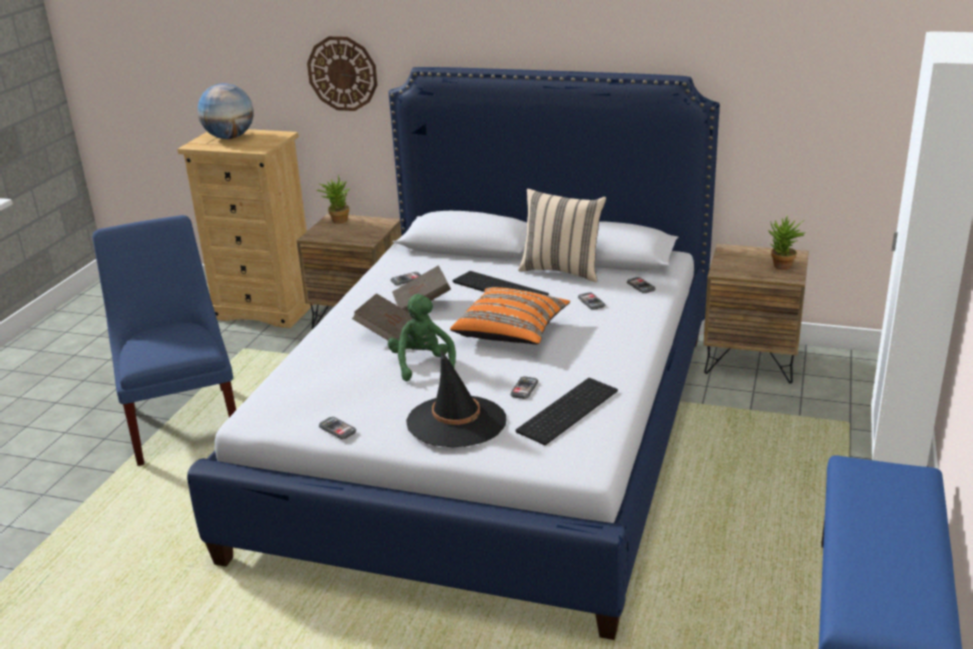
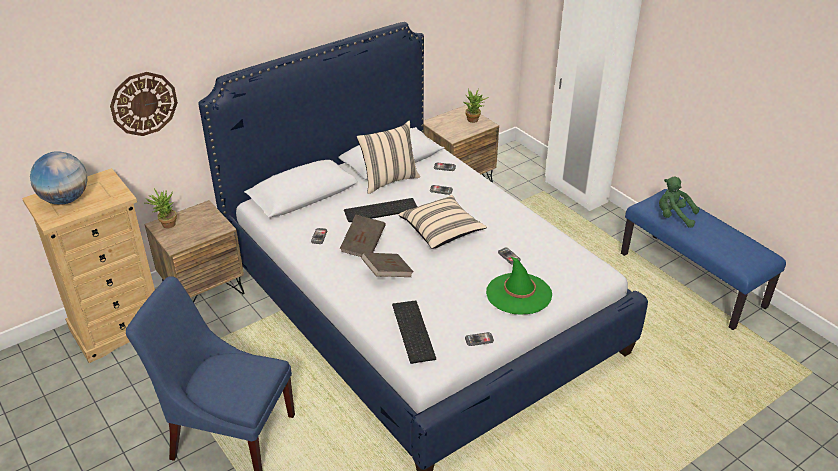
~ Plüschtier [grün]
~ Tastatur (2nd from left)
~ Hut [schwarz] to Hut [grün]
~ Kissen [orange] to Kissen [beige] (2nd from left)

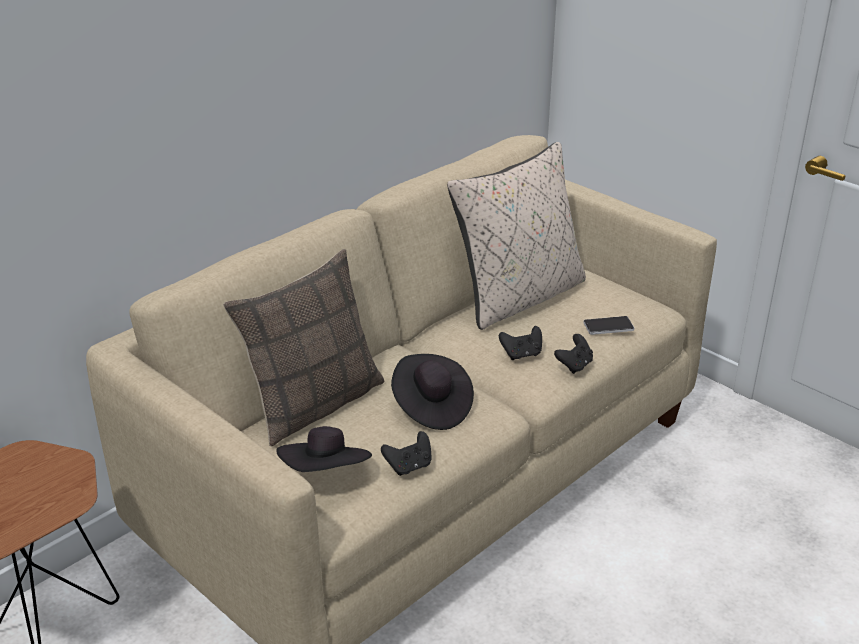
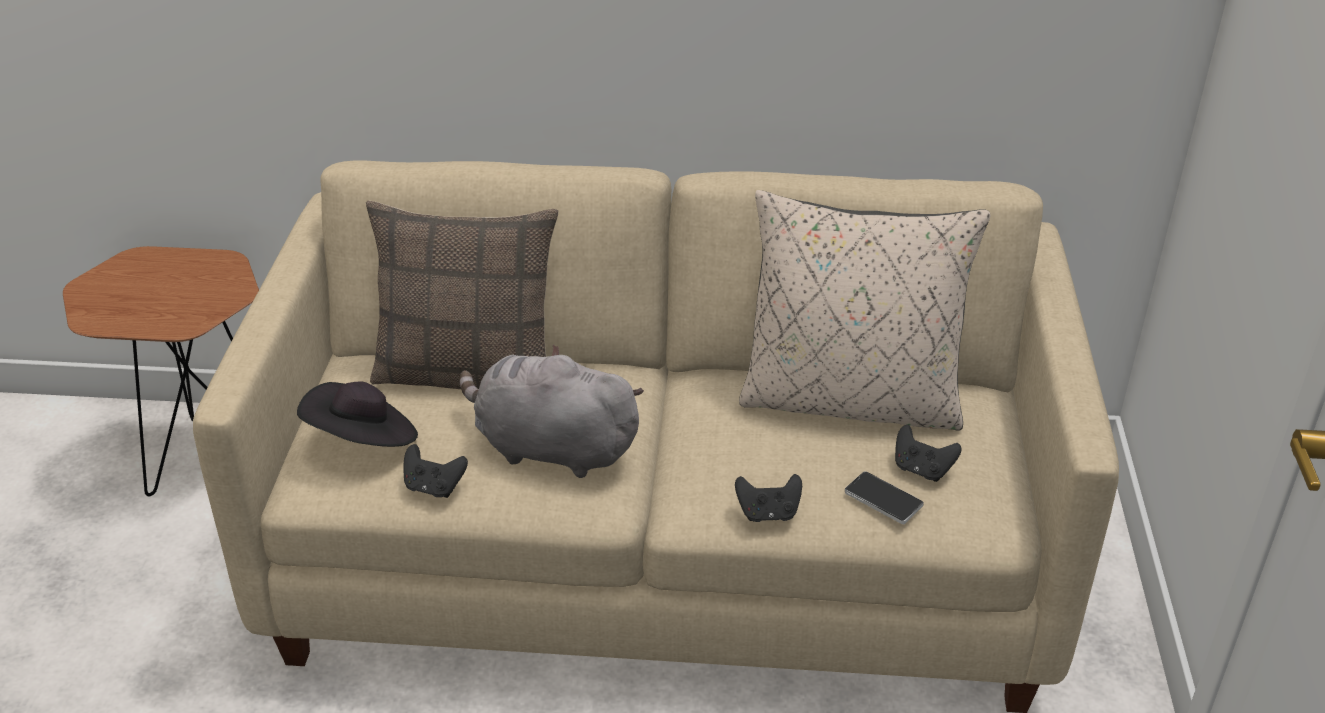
~ Gamepad [schwarz] (2nd from left in the first image) to Gamepad [schwarz] (3rd from left)
~ Hut [schwarz] (2nd from left) to Plüschtier [grau]

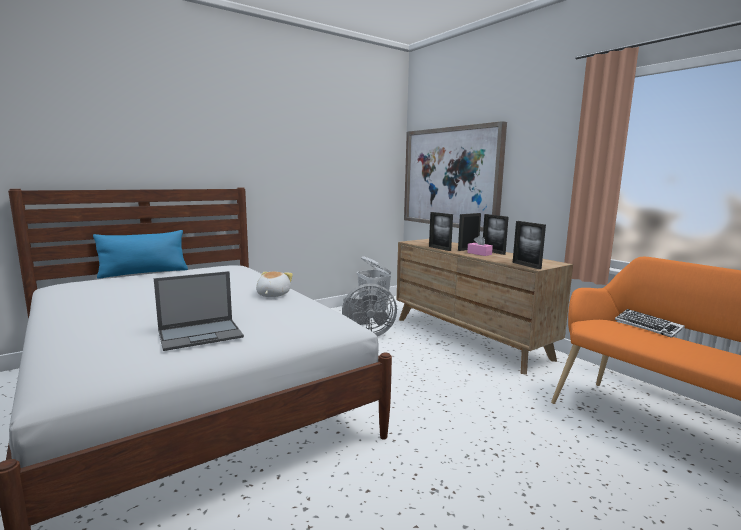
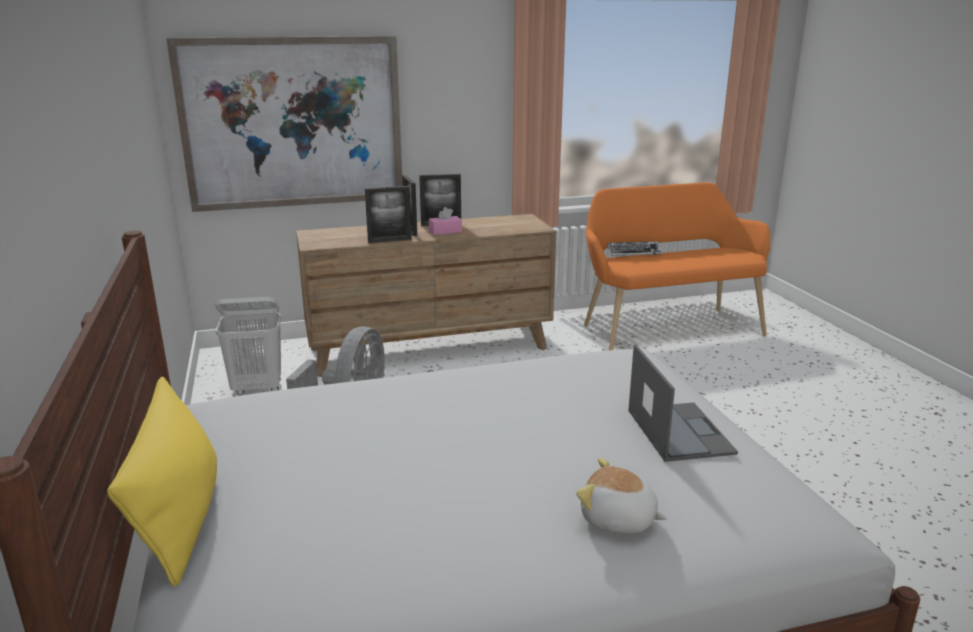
- Bilderrahmen (4th from left)
~ Plüschtier
~ Kissen [blau] to Kissen [gelb]

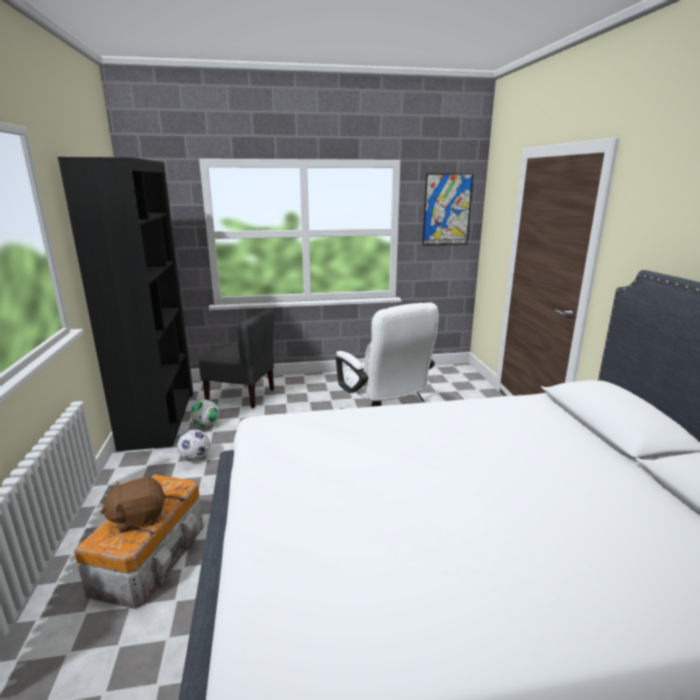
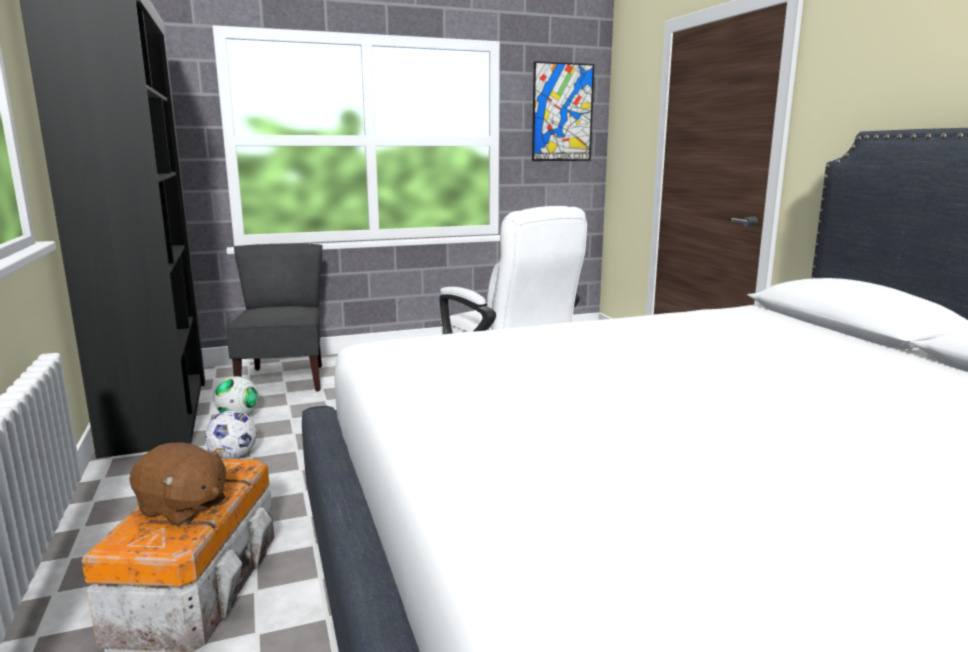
~ Plüschtier [braun] 120 degrees counterclockwise
~ Stuhl [grau] 105 degrees counterclockwise

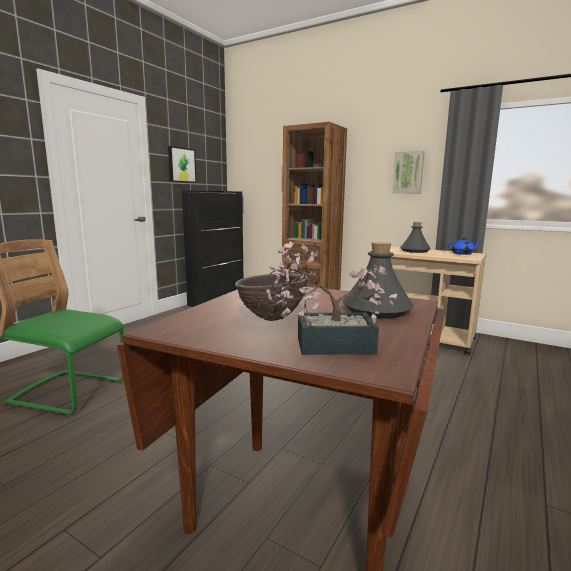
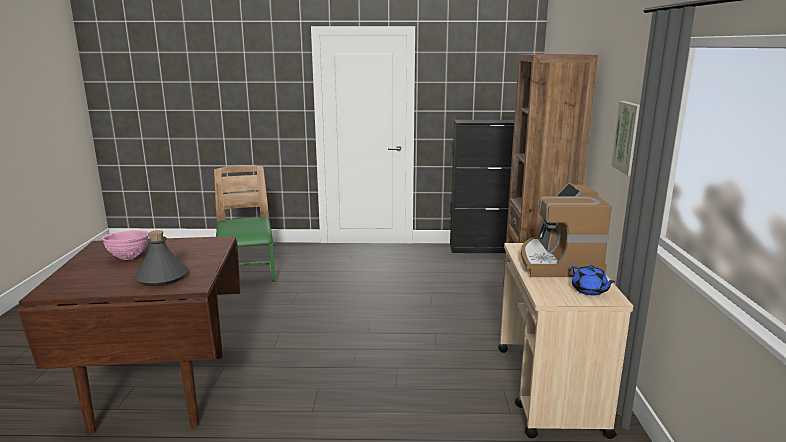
- Bild (1st from left)
- Topfpflanze
~ Flasche [grau] (2nd from left) to Kaffeemaschine
~ Schüssel [braun] to Schüssel [rosa]

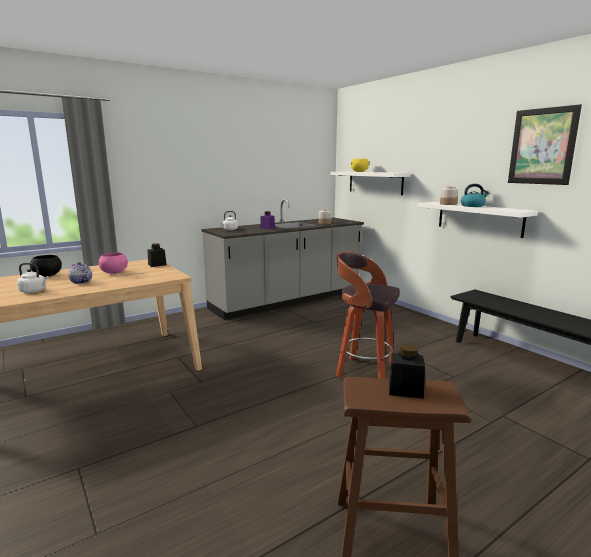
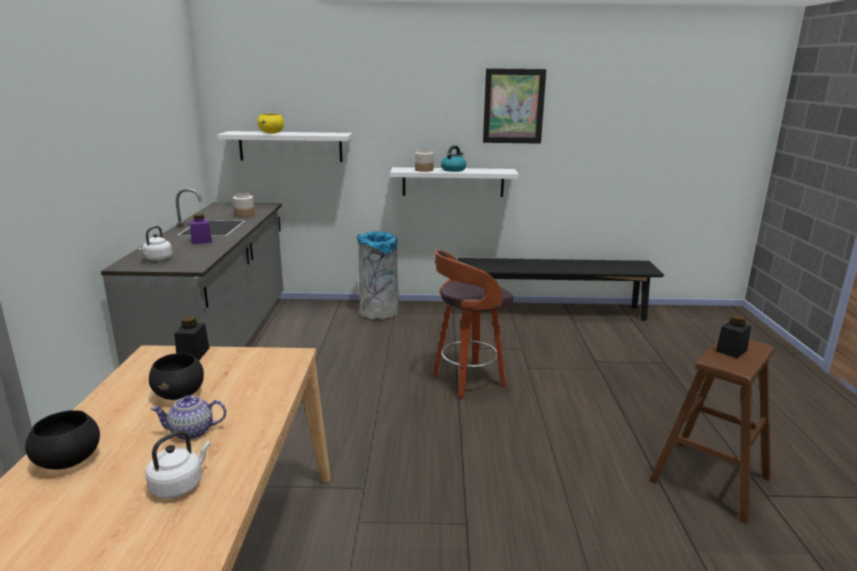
+ Mülleimer [grau]
~ Schüssel [rosa] to Schüssel [schwarz] (2nd from left)

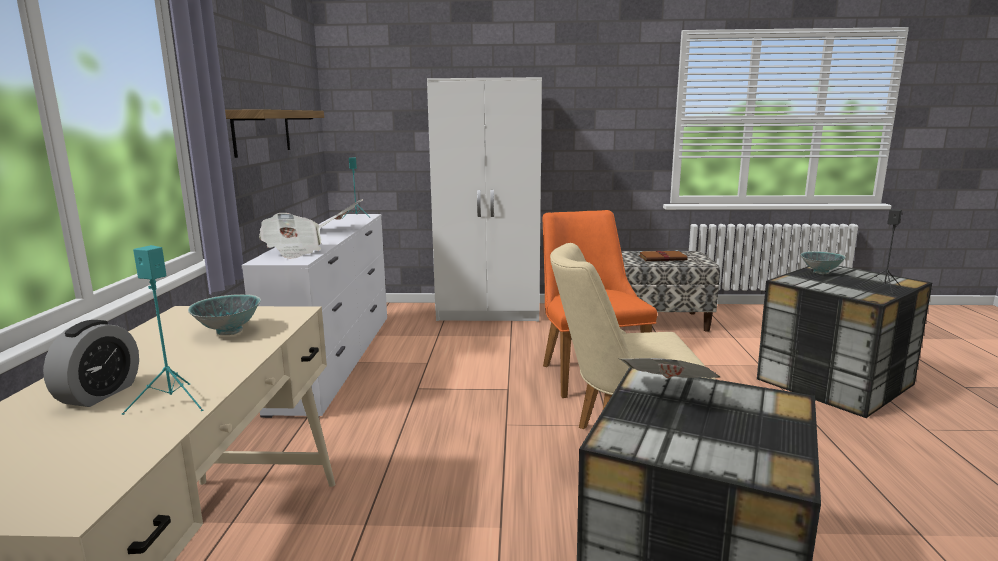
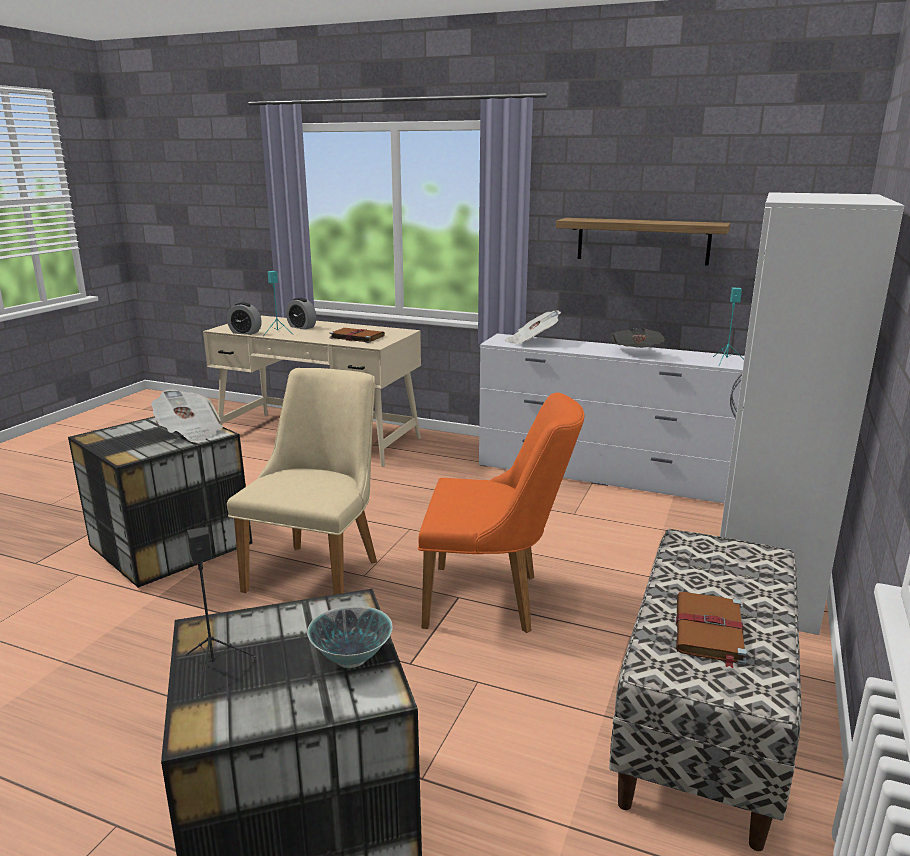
+ Wecker (1st from left)
~ Schüssel (1st from left) to Buch [braun] (1st from left)

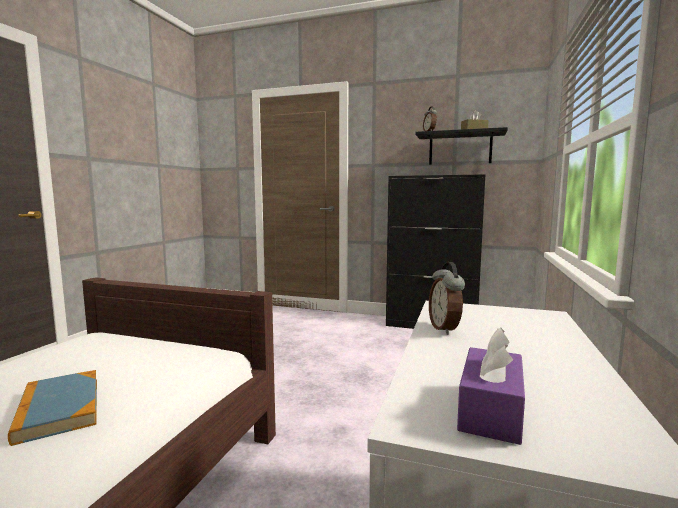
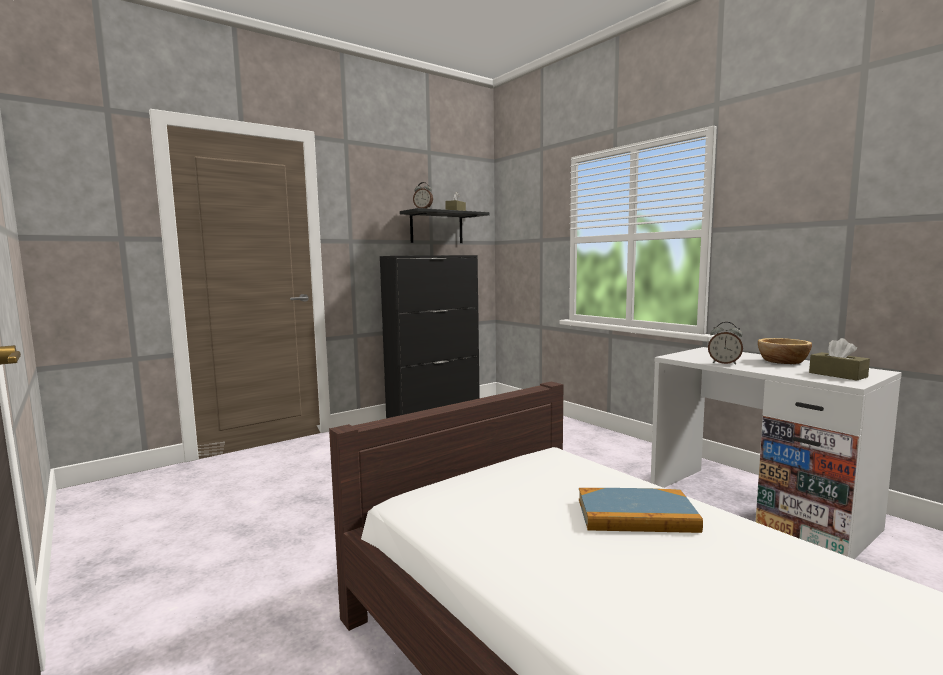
+ Schüssel
~ Taschentuchbox [lila] to Taschentuchbox [braun] (2nd from left)

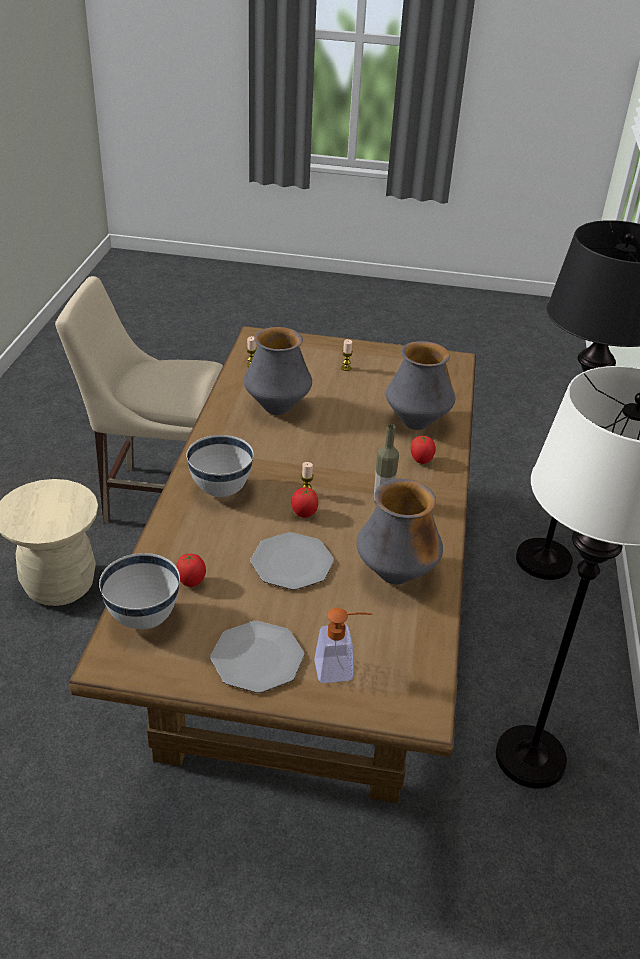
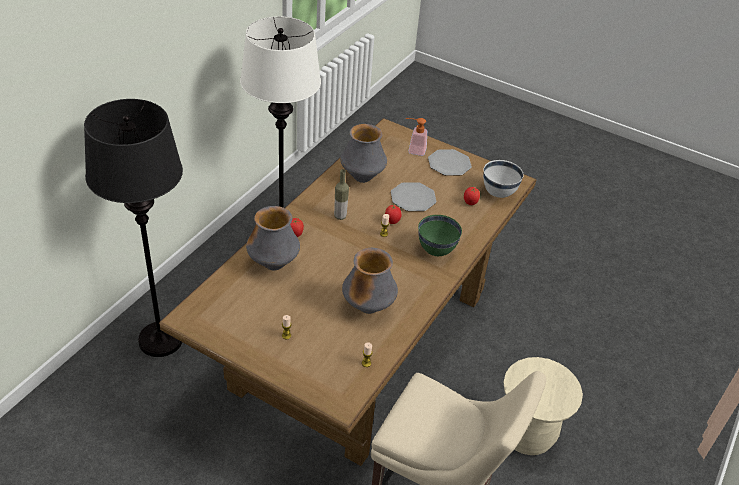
~ Schüssel [weiß] (2nd from left) to Schüssel [grün]

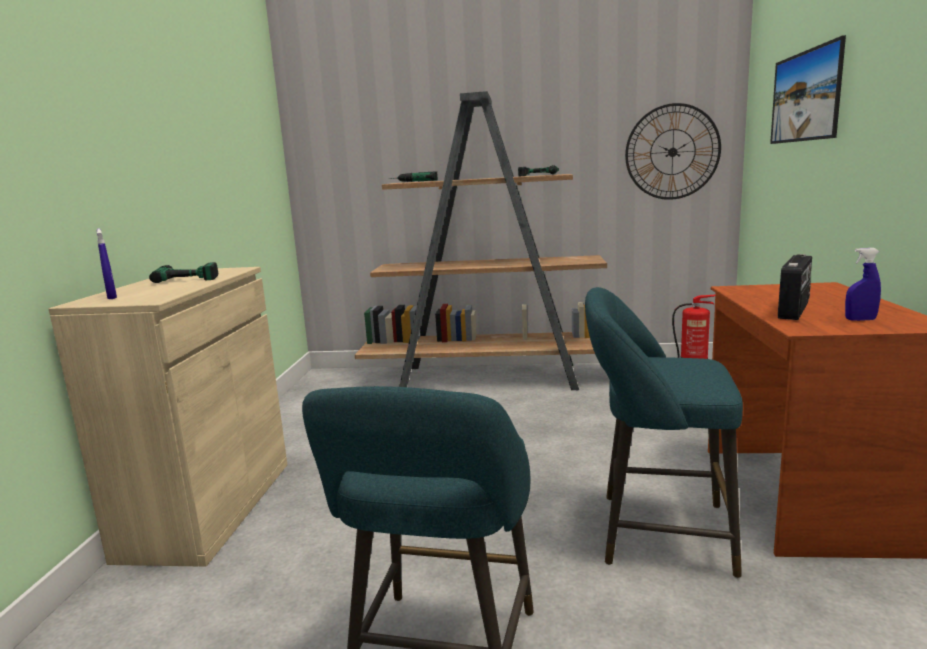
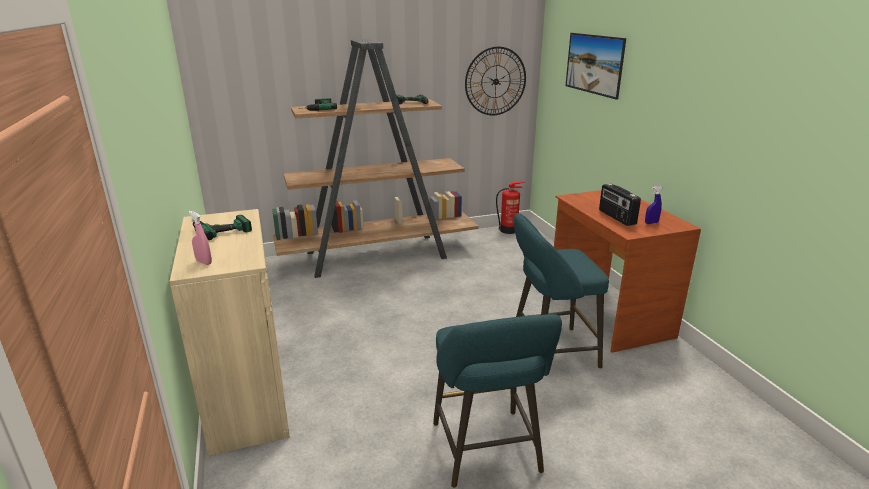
~ Sprühflasche [blau] (1st from left) to Sprühflasche [rosa]
~ Radio 150 degrees clockwise

